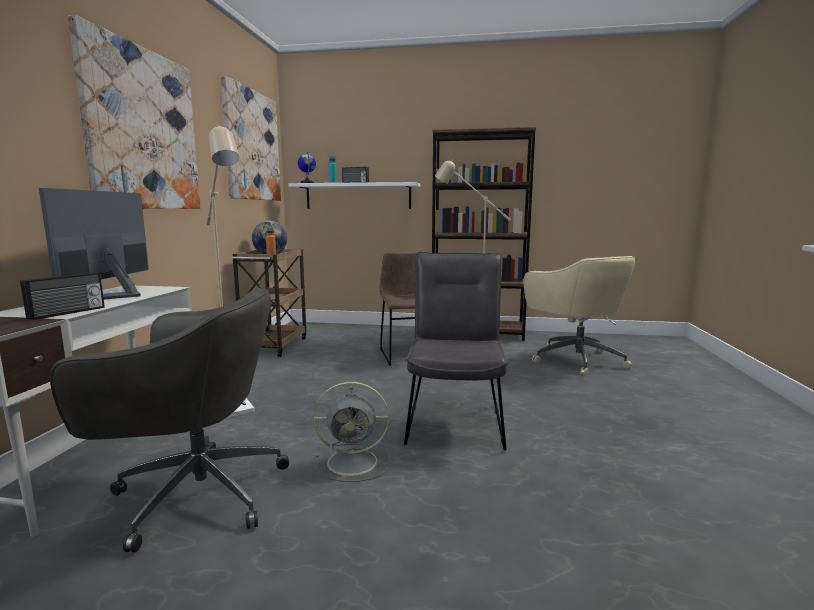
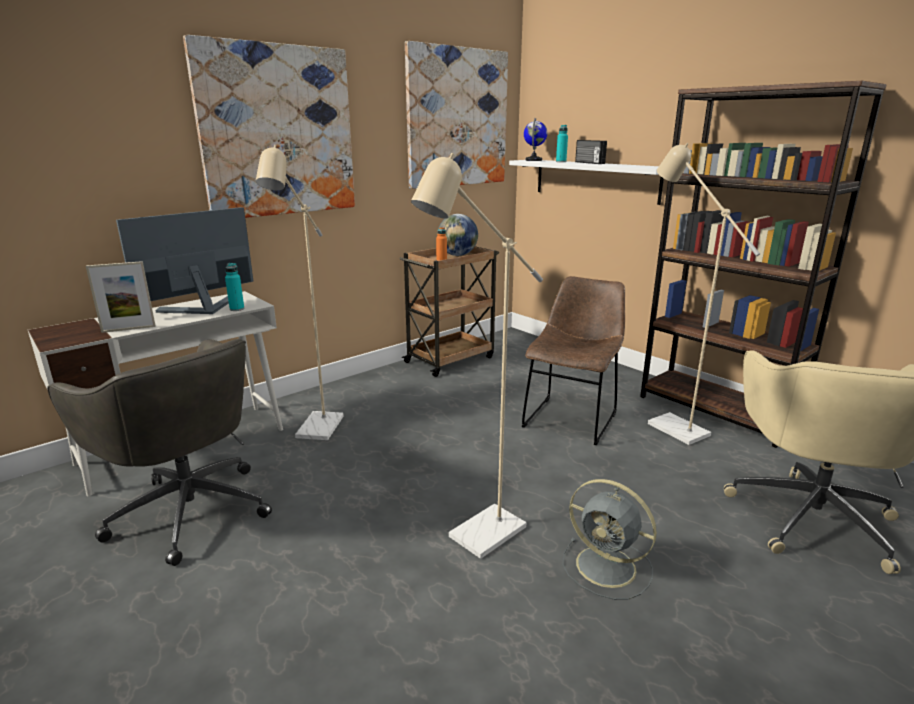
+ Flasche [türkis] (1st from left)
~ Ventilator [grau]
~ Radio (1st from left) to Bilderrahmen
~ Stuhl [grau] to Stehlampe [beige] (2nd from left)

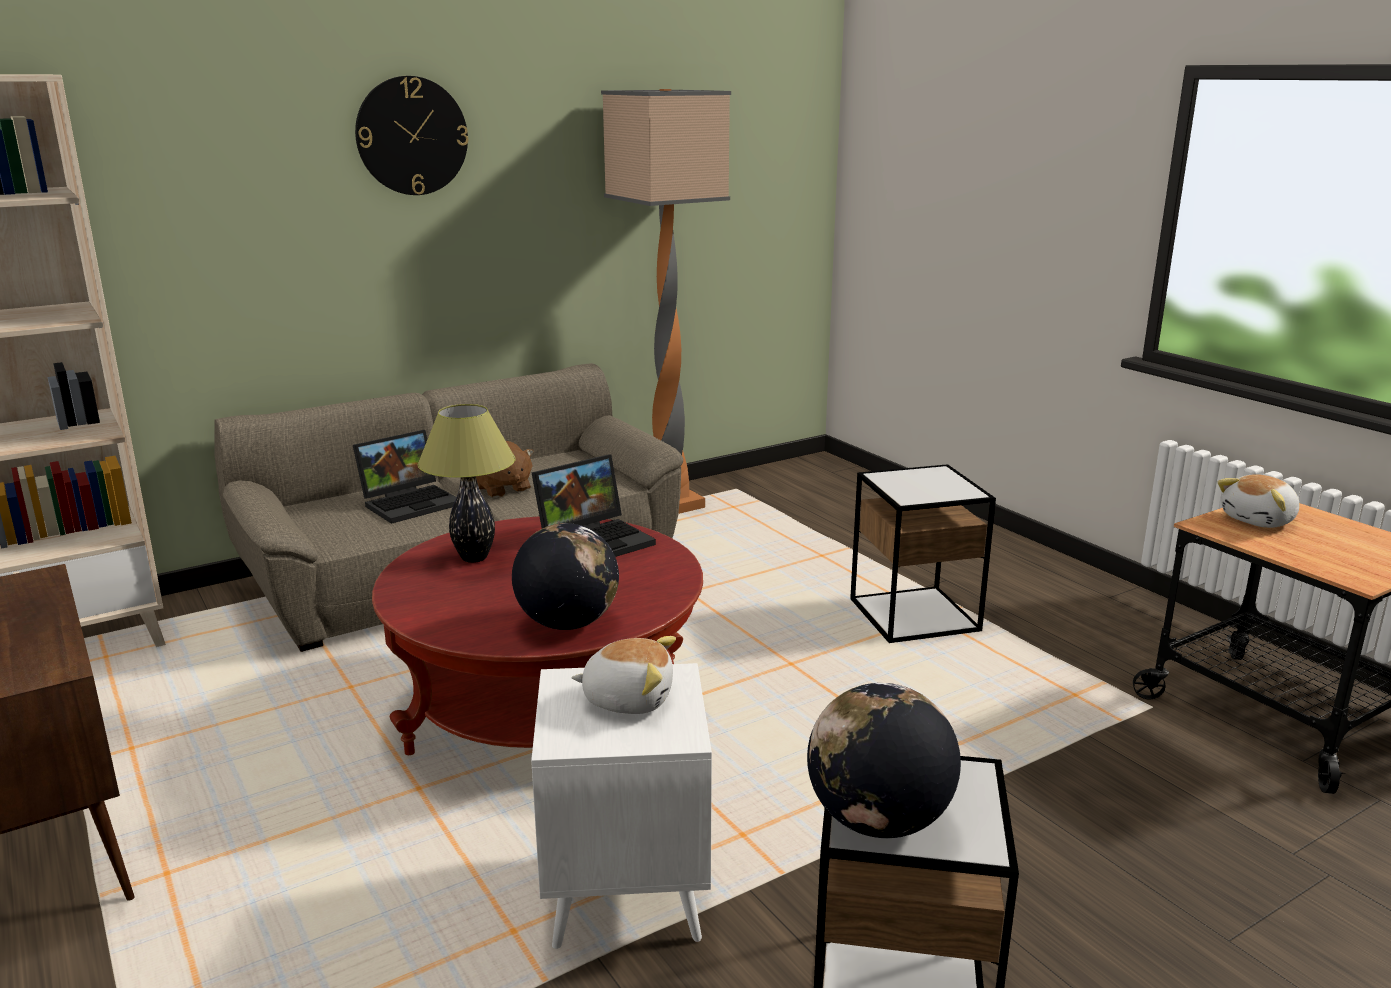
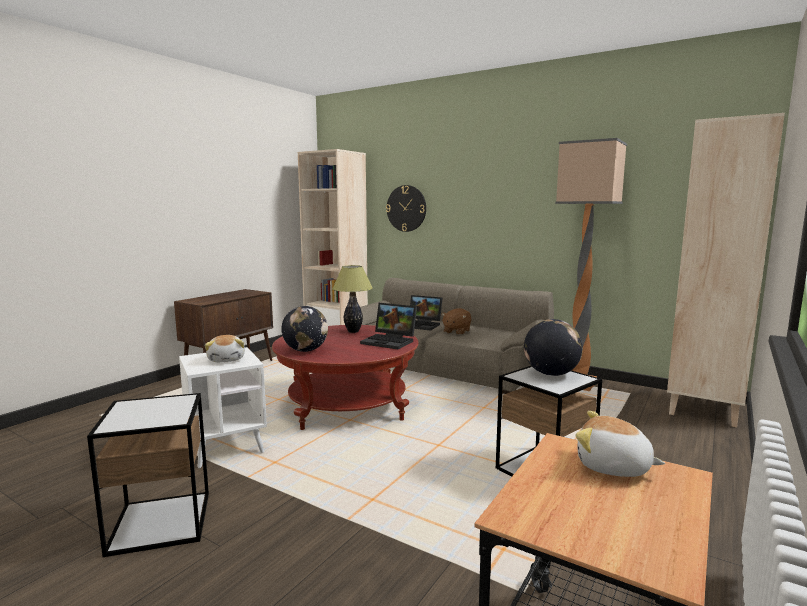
+ Bücherregal [beige] (2nd from left)
~ Wanduhr
~ Globus (2nd from left)

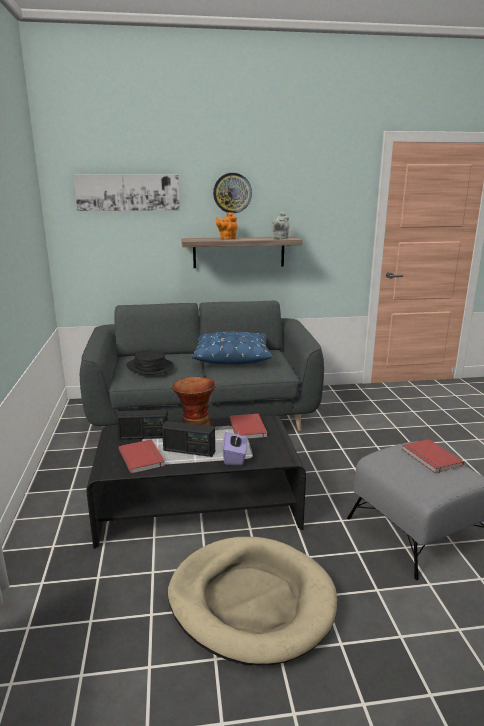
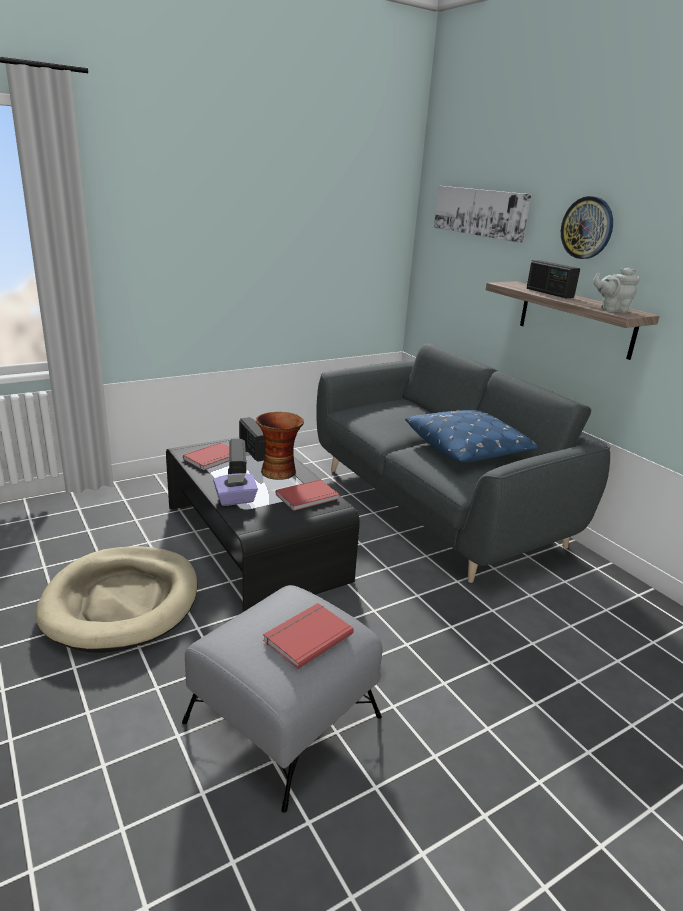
- Hut [schwarz]
~ Teekanne [orange] to Radio (3rd from left)

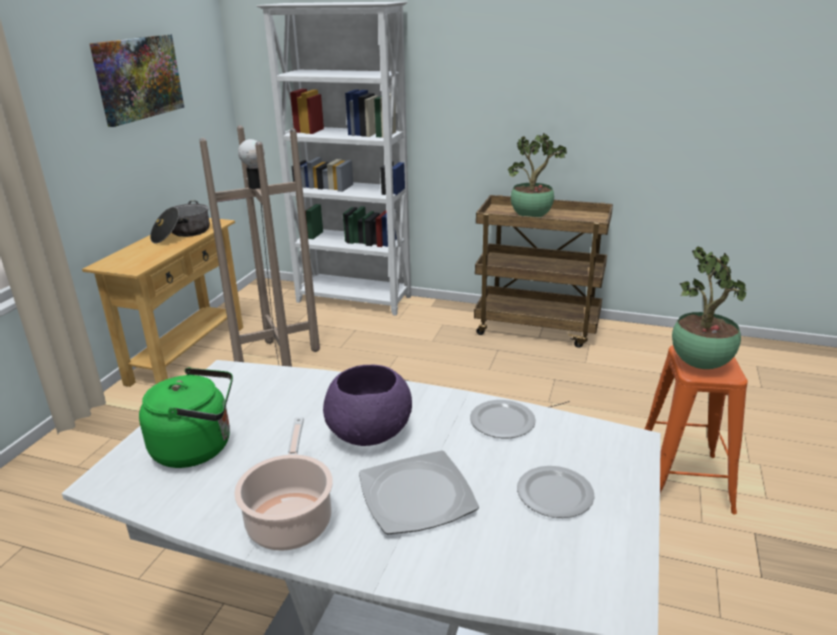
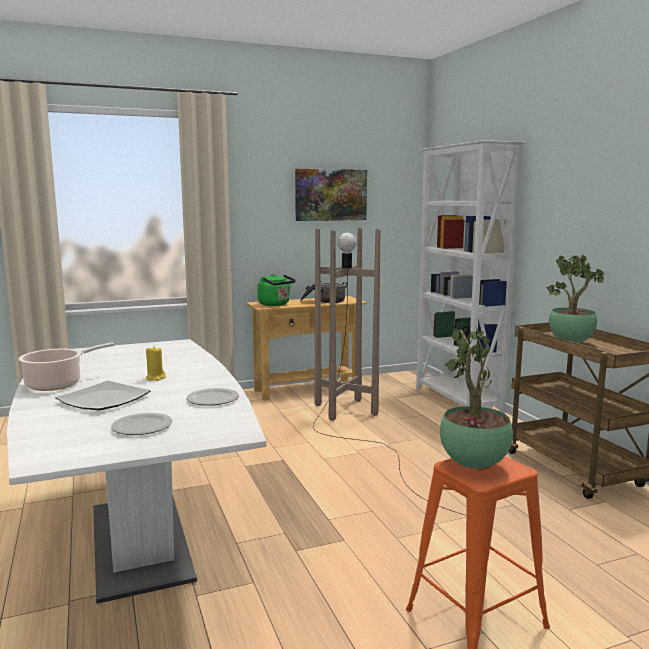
~ Wasserkessel [grün]
~ Schüssel [lila] to Kerze [gelb]

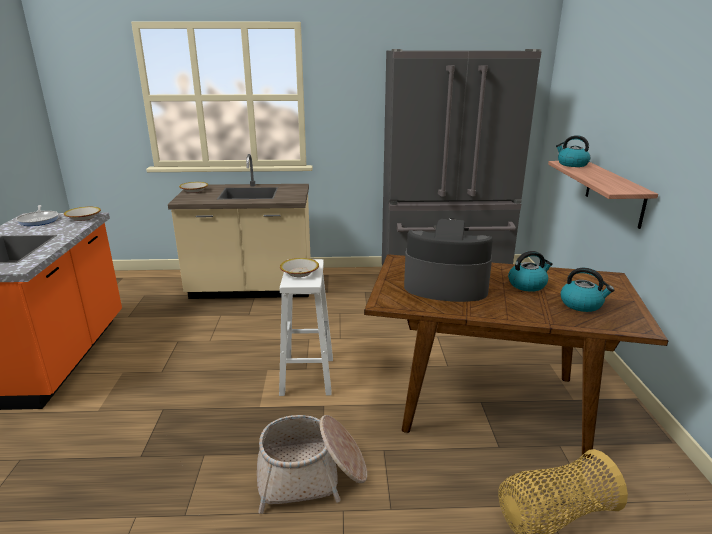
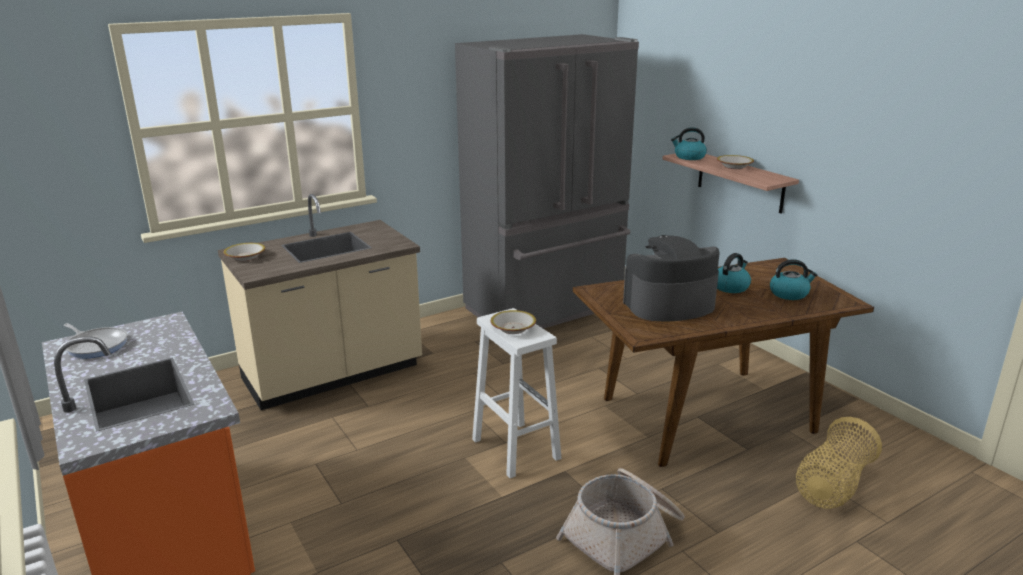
~ Schüssel (1st from left in the first image) to Schüssel (3rd from left)

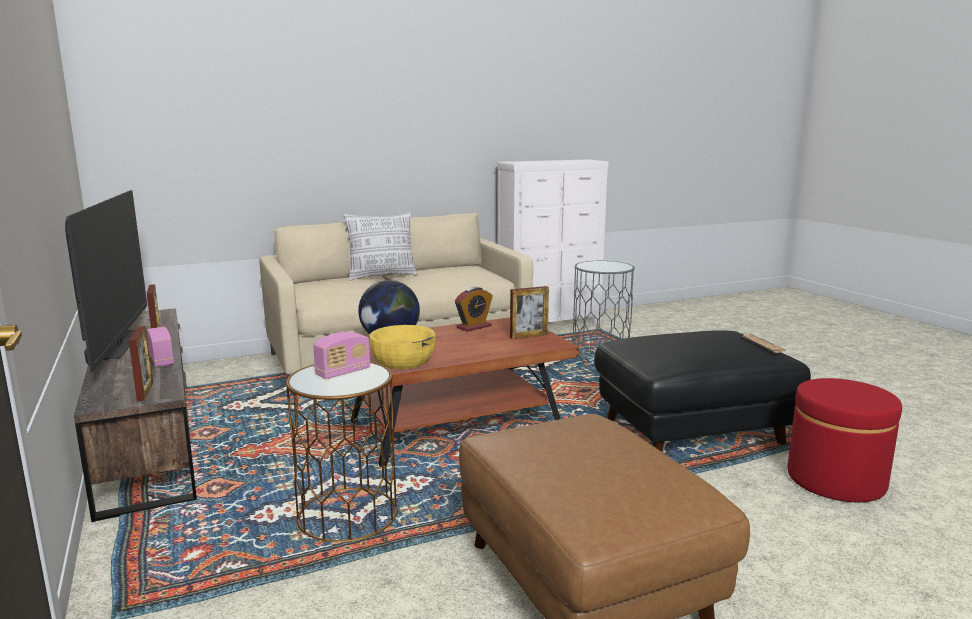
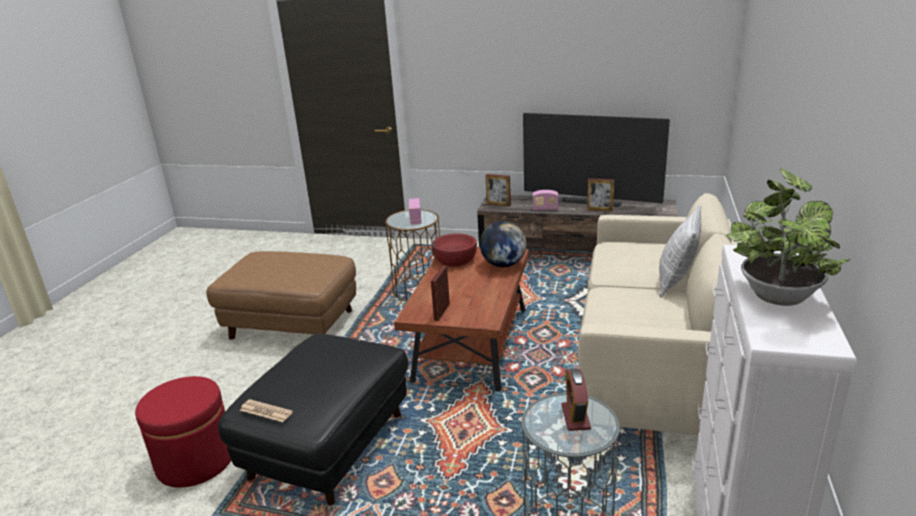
+ Topfpflanze
~ Wecker
~ Schüssel [gelb] to Schüssel [rot]

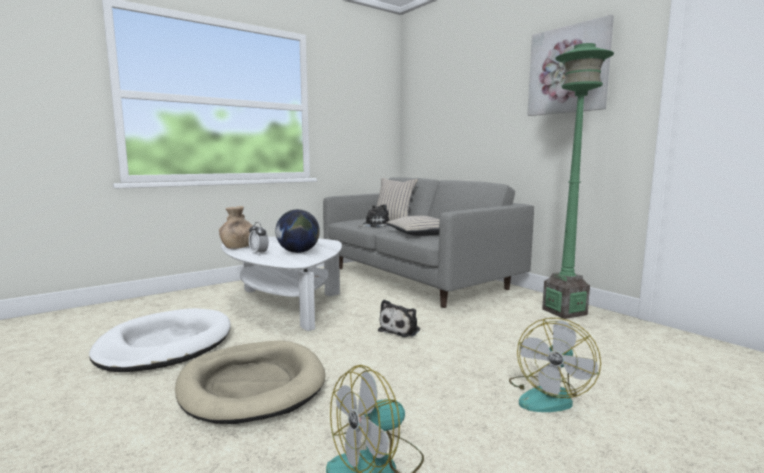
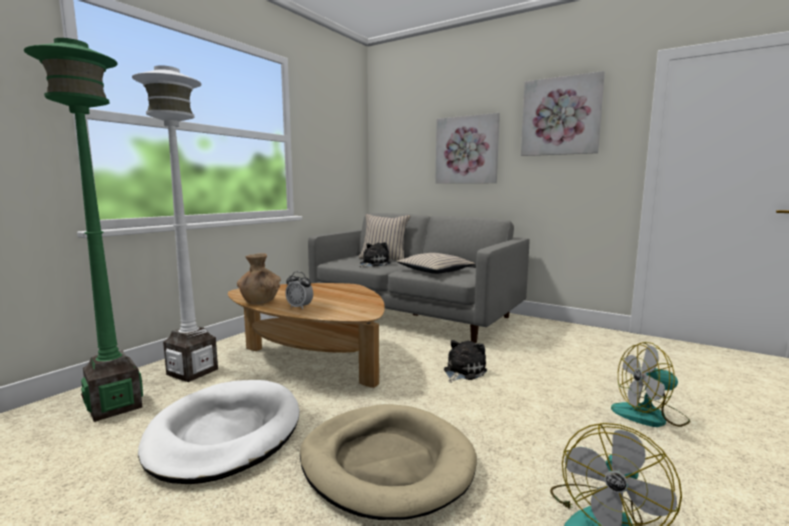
- Globus
+ Stehlampe [weiß]
+ Bild (1st from left)
~ Stehlampe [grün]
~ Couchtisch [weiß] to Couchtisch [braun]
~ Plüschtier (2nd from left) 150 degrees counterclockwise
~ Ventilator (2nd from left) 75 degrees clockwise

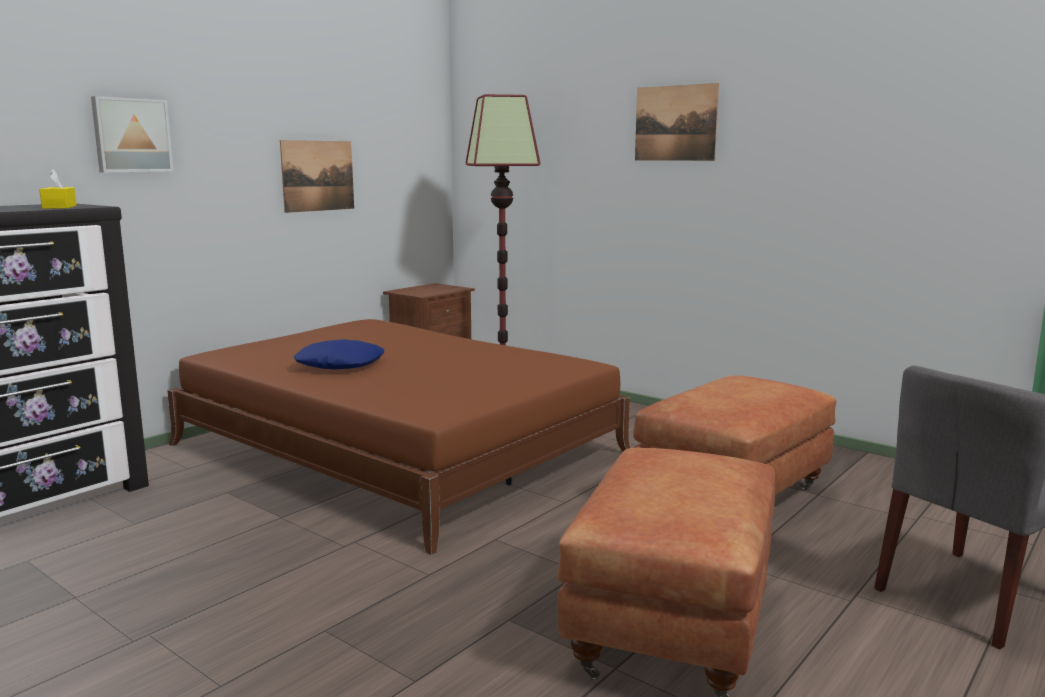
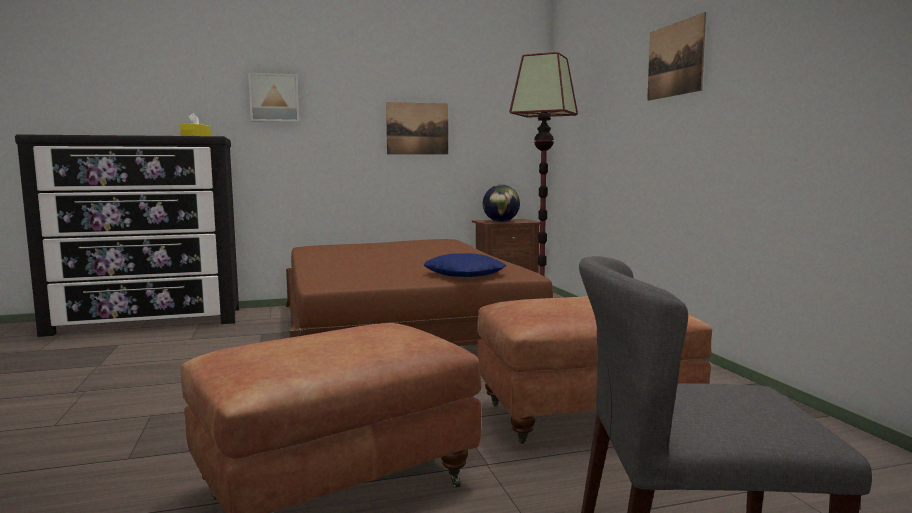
+ Globus
~ Kissen [blau]

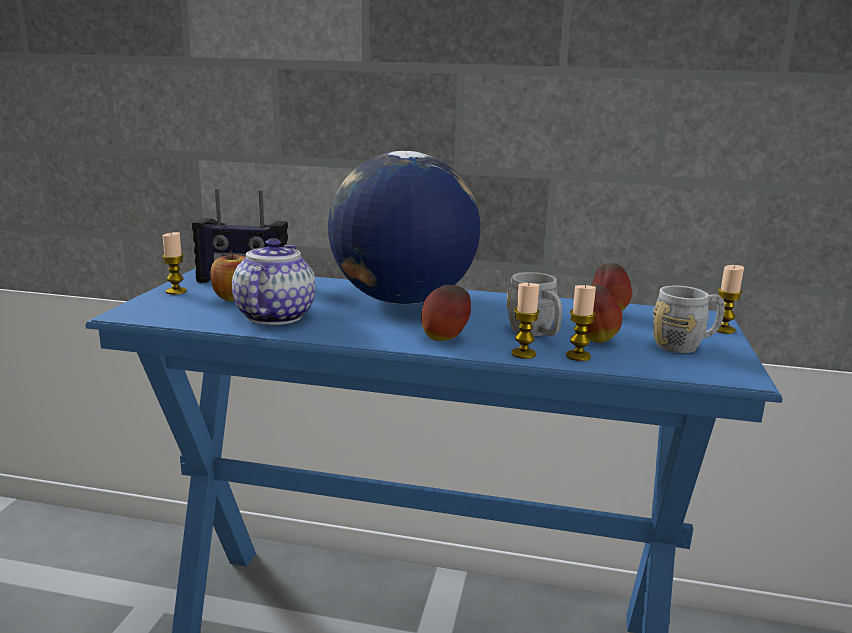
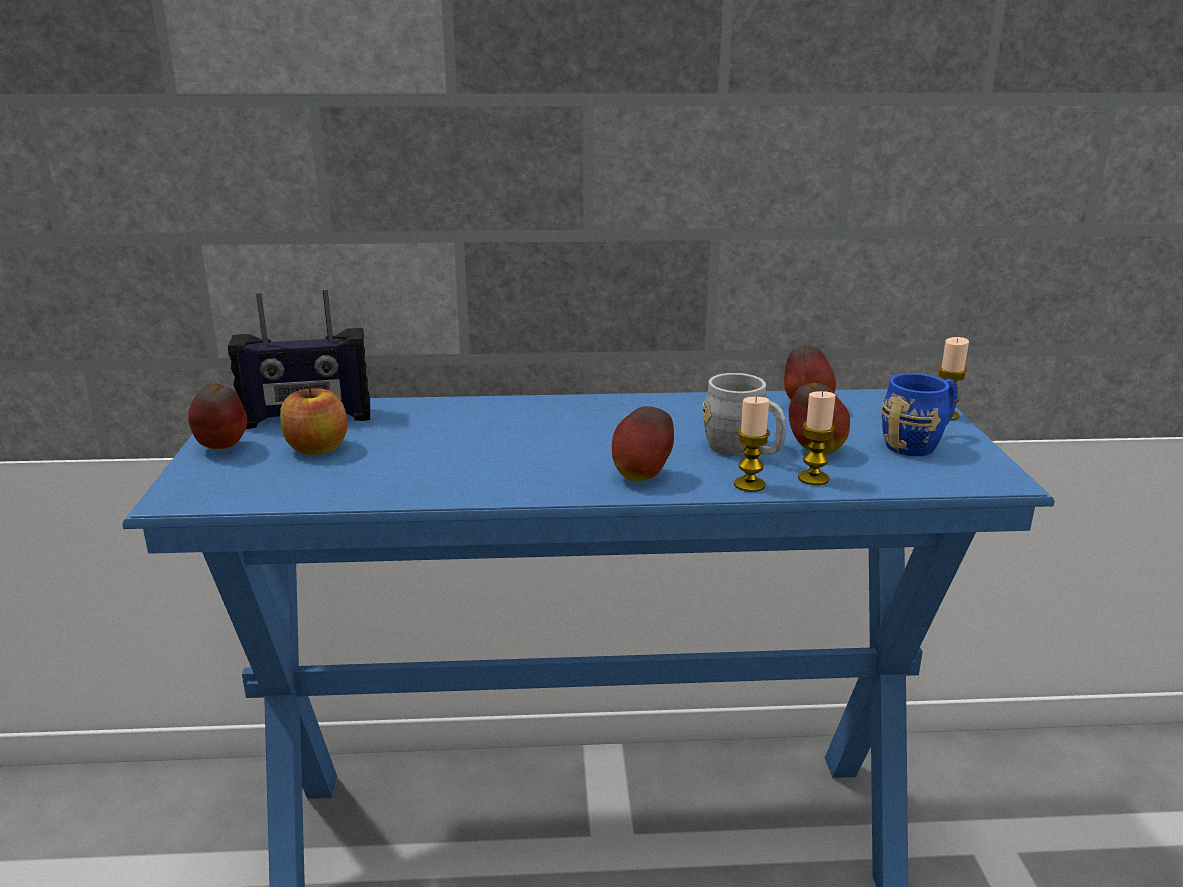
- Teekanne
- Globus
~ Kerze (1st from left) to Apfel (1st from left)
~ Henkelbecher [grau] (2nd from left) to Henkelbecher [blau]

